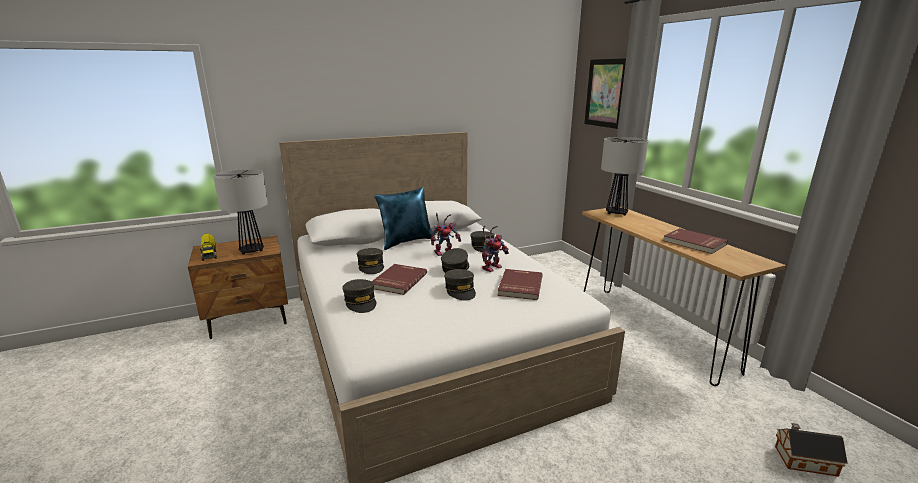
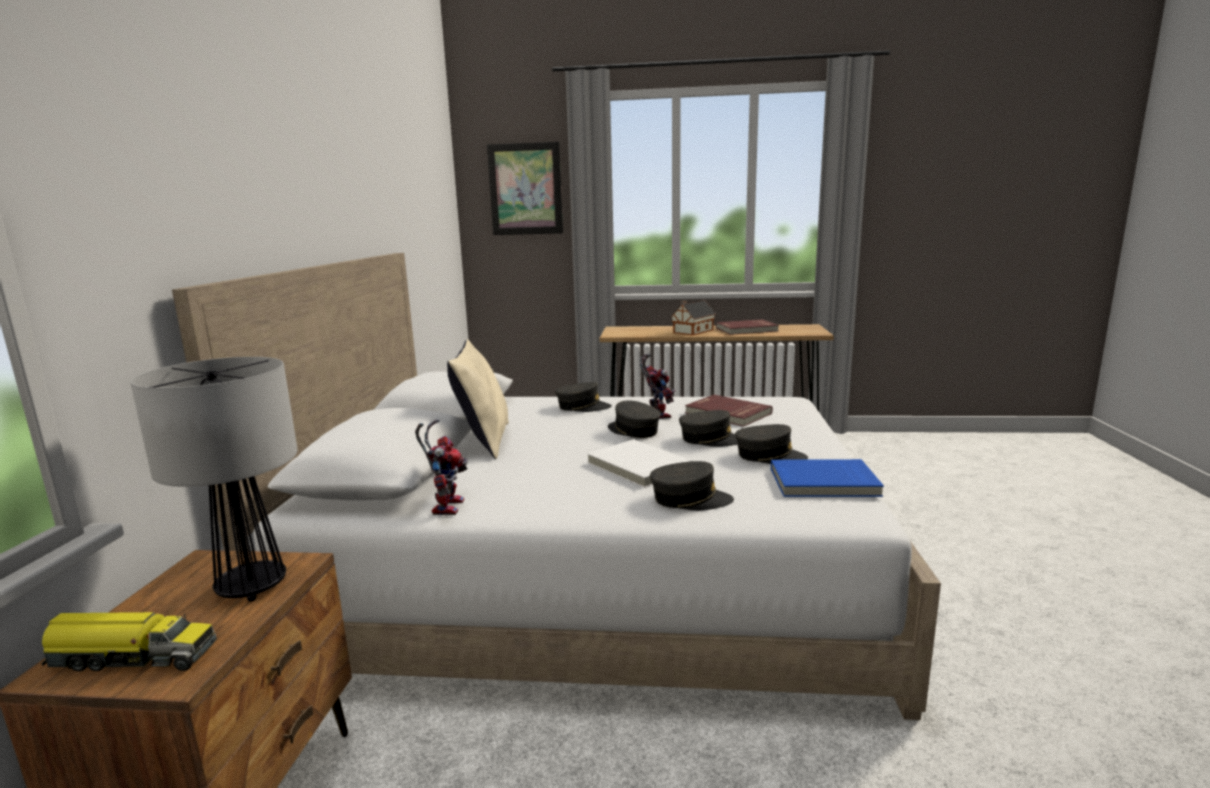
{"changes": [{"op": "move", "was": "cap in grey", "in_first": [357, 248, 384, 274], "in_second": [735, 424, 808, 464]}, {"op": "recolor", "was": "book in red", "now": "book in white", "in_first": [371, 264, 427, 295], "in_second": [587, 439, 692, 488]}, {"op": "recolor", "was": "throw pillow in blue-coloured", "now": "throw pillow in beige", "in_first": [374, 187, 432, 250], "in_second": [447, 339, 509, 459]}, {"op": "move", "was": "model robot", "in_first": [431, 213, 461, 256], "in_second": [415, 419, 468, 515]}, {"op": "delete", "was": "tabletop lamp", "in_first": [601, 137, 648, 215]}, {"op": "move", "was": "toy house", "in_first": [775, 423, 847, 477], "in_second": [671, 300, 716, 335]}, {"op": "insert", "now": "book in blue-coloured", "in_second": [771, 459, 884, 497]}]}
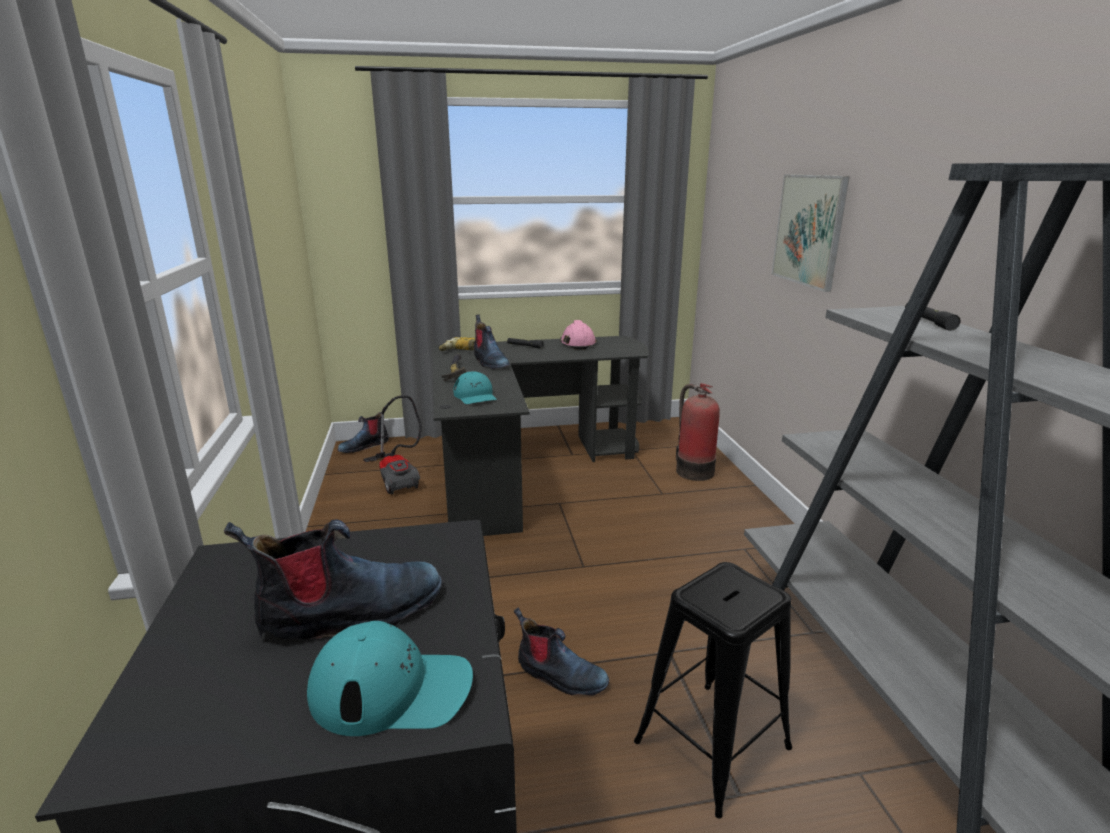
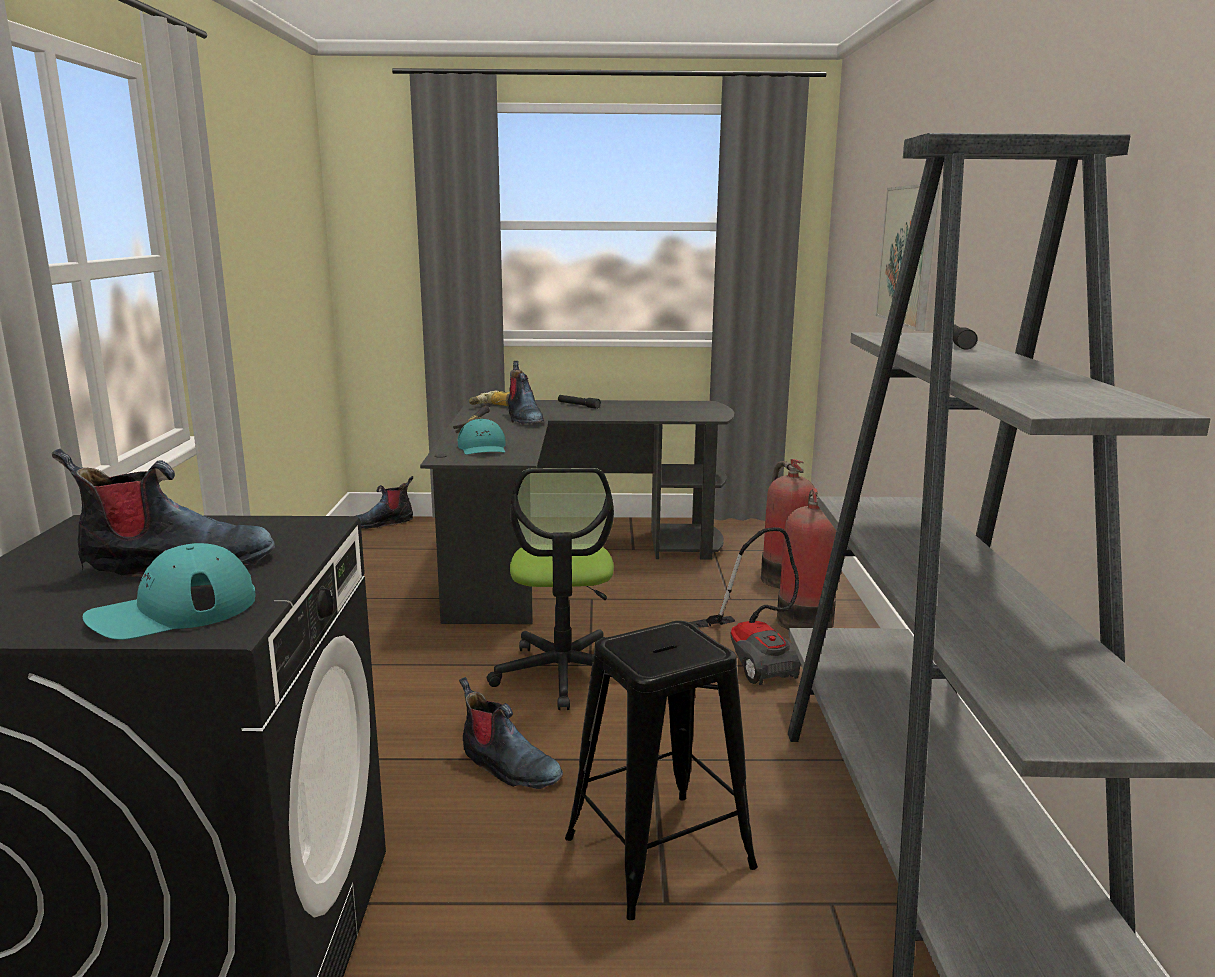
{"changes": [{"op": "rotate", "was": "cap in blue-green", "in_first": [307, 621, 473, 736], "in_second": [83, 543, 256, 640], "clockwise": 135}, {"op": "move", "was": "vacuum cleaner", "in_first": [364, 395, 422, 494], "in_second": [690, 527, 801, 685]}, {"op": "delete", "was": "hard hat in pink-coloured", "in_first": [560, 320, 597, 349]}, {"op": "insert", "now": "computer chair", "in_second": [486, 468, 614, 710]}, {"op": "insert", "now": "fire extinguisher", "in_second": [777, 488, 836, 630]}]}
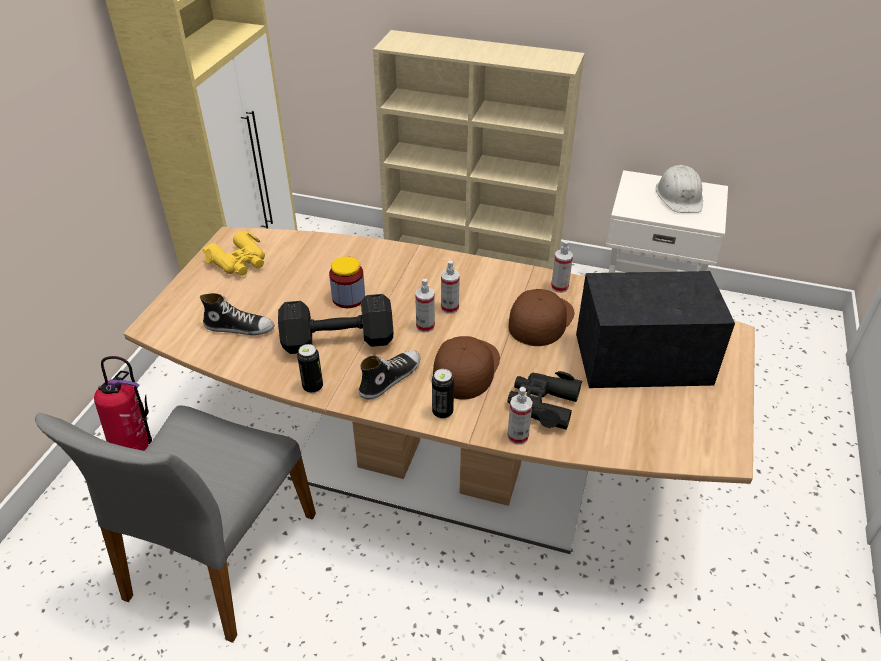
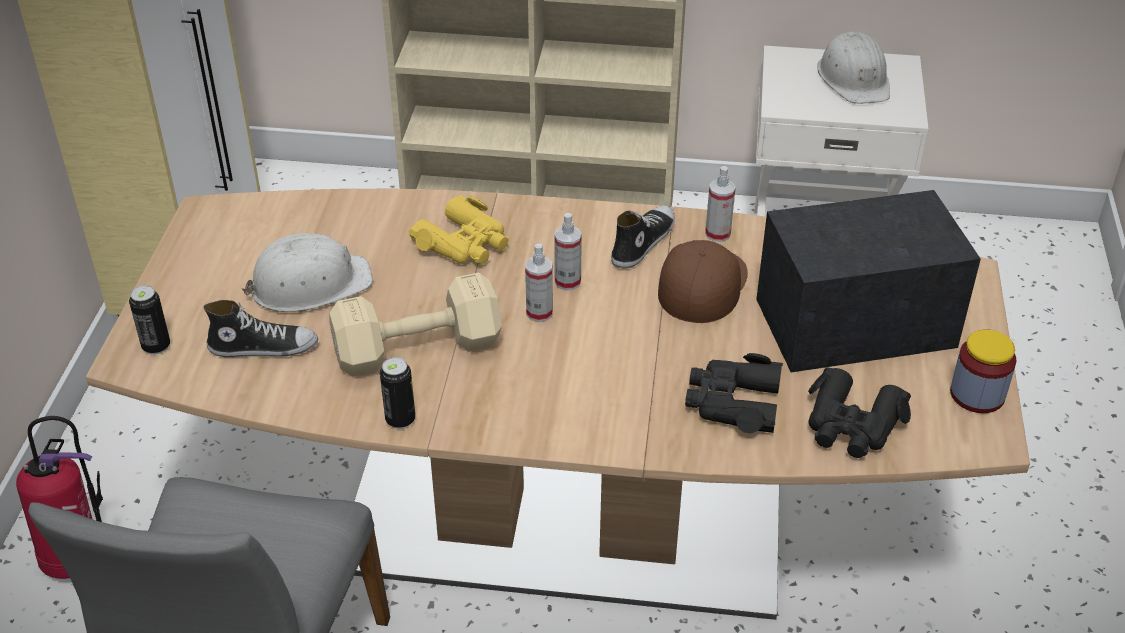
{"changes": [{"op": "move", "was": "field glasses in yellow", "in_first": [202, 231, 265, 276], "in_second": [409, 195, 509, 264]}, {"op": "recolor", "was": "hand weight in black", "now": "hand weight in beige", "in_first": [278, 294, 393, 354], "in_second": [329, 273, 502, 377]}, {"op": "move", "was": "jar", "in_first": [329, 256, 365, 308], "in_second": [950, 329, 1016, 413]}, {"op": "move", "was": "shoe", "in_first": [359, 350, 421, 399], "in_second": [611, 205, 675, 268]}, {"op": "move", "was": "can", "in_first": [432, 369, 454, 419], "in_second": [129, 285, 170, 355]}, {"op": "delete", "was": "cap in brown-coloured", "in_first": [433, 336, 500, 400]}, {"op": "delete", "was": "sprayer", "in_first": [507, 387, 533, 444]}, {"op": "insert", "now": "hard hat in white", "in_second": [241, 233, 373, 312]}, {"op": "insert", "now": "field glasses in black", "in_second": [808, 368, 911, 458]}]}
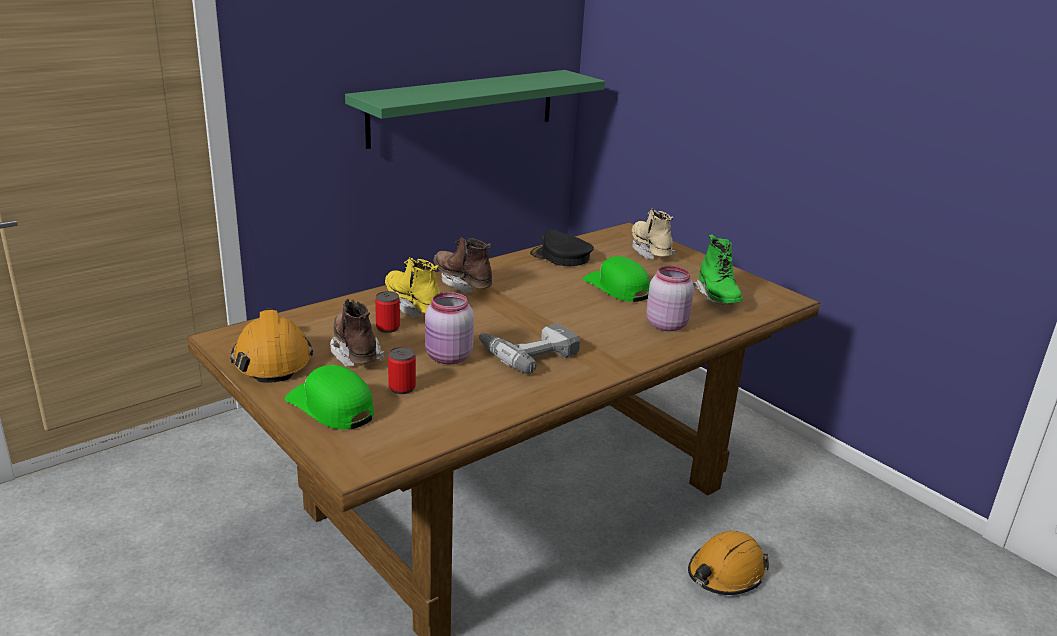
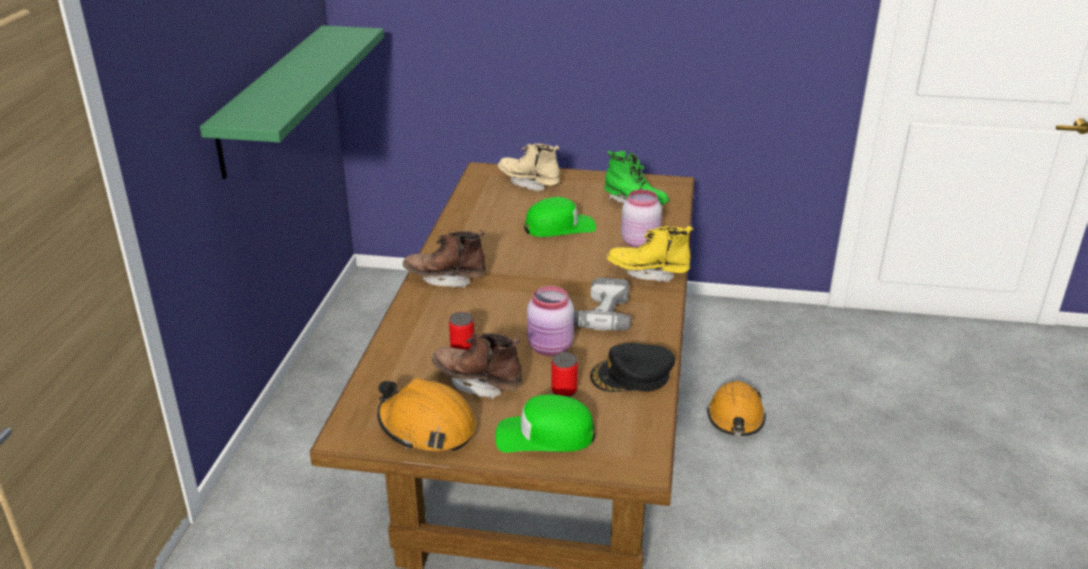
{"changes": [{"op": "move", "was": "boot in yellow", "in_first": [385, 257, 440, 318], "in_second": [607, 226, 693, 282]}, {"op": "move", "was": "cap in black", "in_first": [530, 229, 594, 266], "in_second": [590, 343, 675, 392]}, {"op": "rotate", "was": "cap in green-coloured", "in_first": [583, 256, 650, 302], "in_second": [524, 197, 596, 237], "clockwise": 150}]}
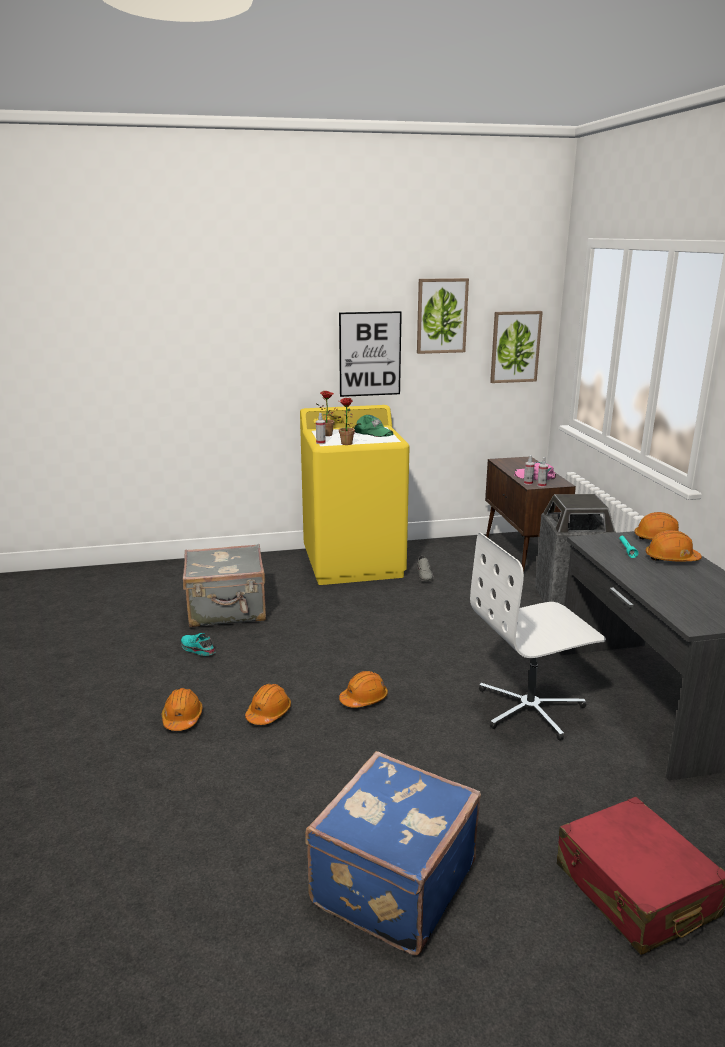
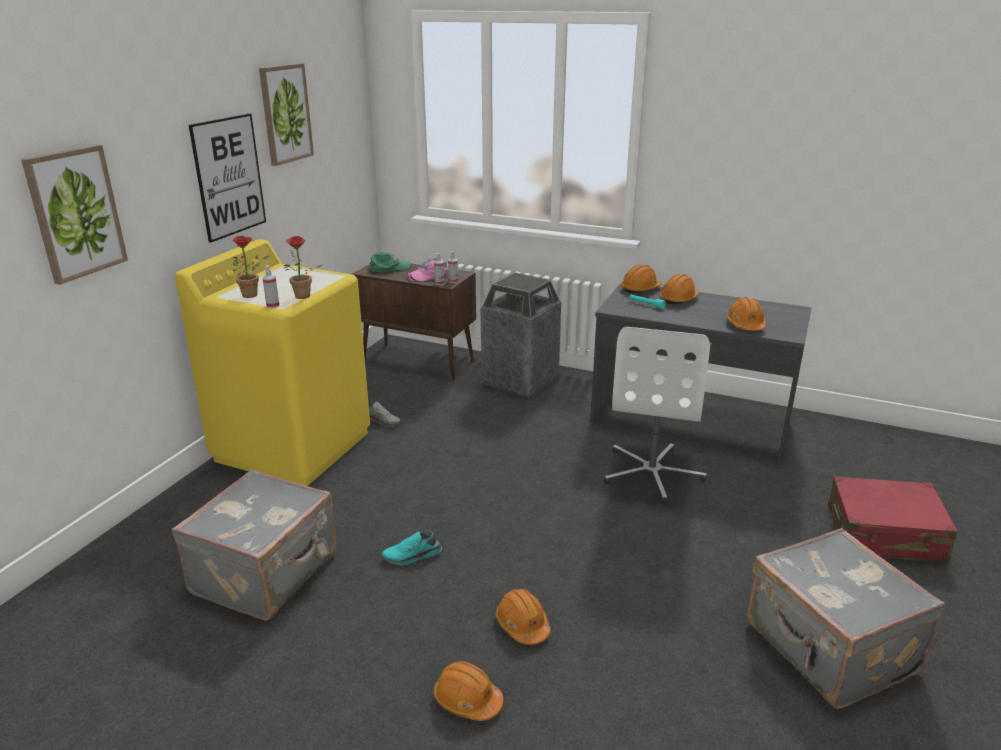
{"changes": [{"op": "move", "was": "shoe in blue-green", "in_first": [181, 633, 215, 656], "in_second": [382, 531, 442, 565]}, {"op": "recolor", "was": "suitcase in blue-coloured", "now": "suitcase in grey", "in_first": [305, 751, 481, 956], "in_second": [747, 528, 945, 709]}, {"op": "move", "was": "hard hat in orange-coloured", "in_first": [339, 671, 388, 708], "in_second": [726, 297, 766, 331]}, {"op": "move", "was": "cap in green-coloured", "in_first": [354, 415, 394, 437], "in_second": [369, 252, 411, 274]}, {"op": "move", "was": "wall picture", "in_first": [490, 311, 543, 383], "in_second": [21, 145, 128, 285]}]}
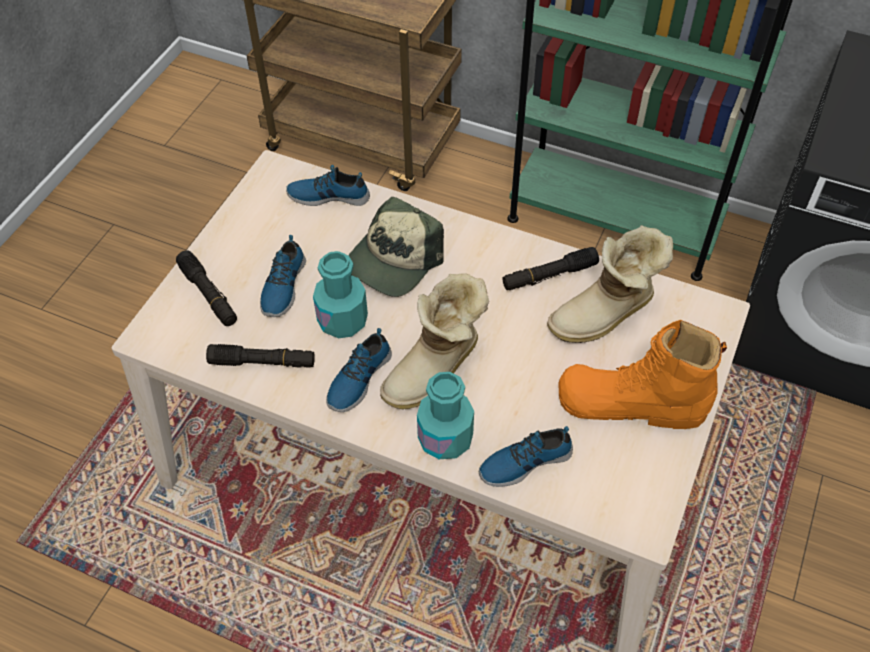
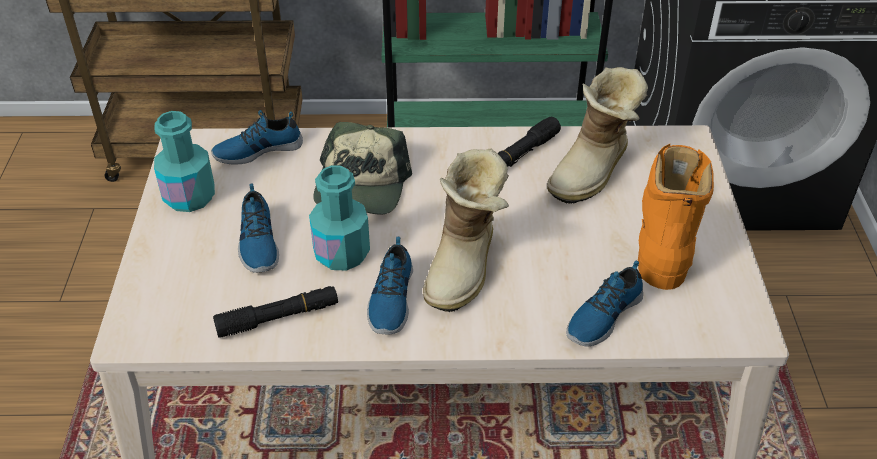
{"changes": [{"op": "delete", "was": "torch in black", "in_first": [176, 250, 237, 326]}, {"op": "move", "was": "beverage bottle in blue-green", "in_first": [417, 372, 474, 459], "in_second": [154, 111, 215, 212]}, {"op": "rotate", "was": "boot in orange-coloured", "in_first": [559, 320, 727, 429], "in_second": [638, 144, 714, 290], "clockwise": 120}]}
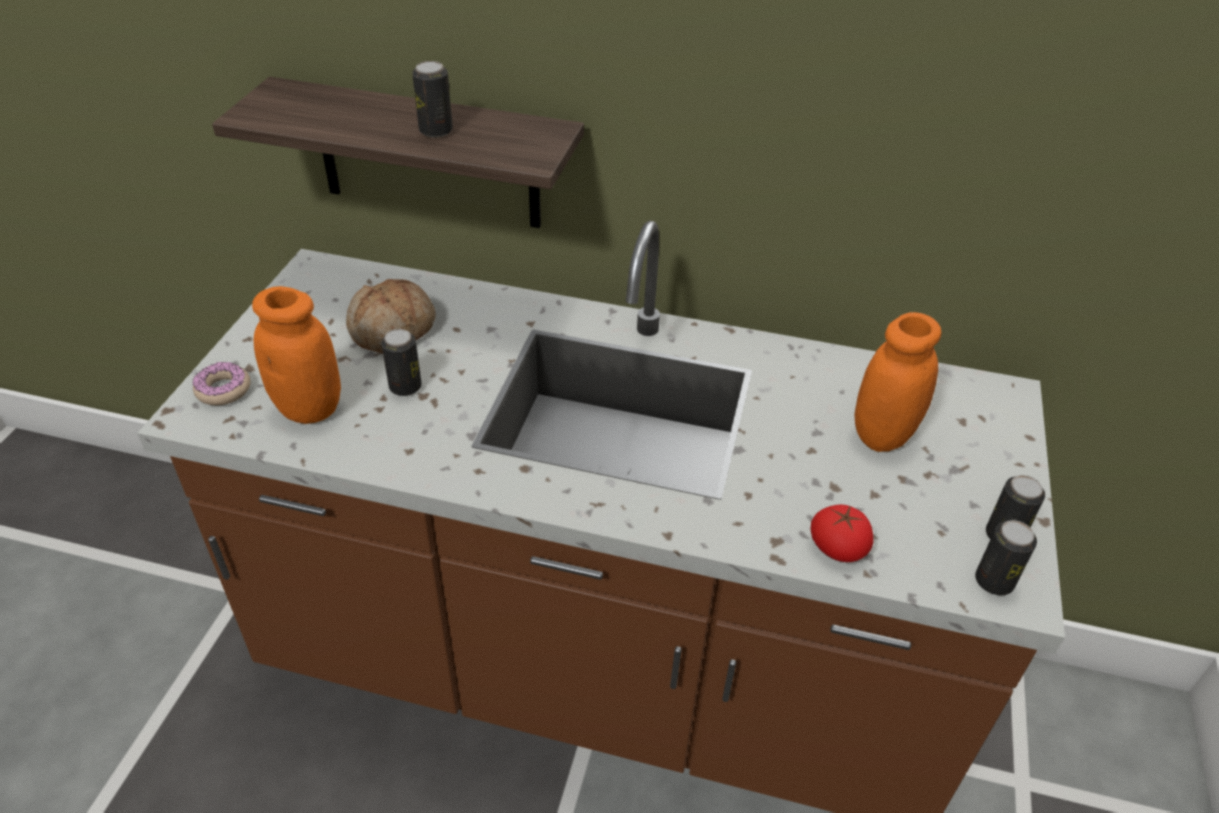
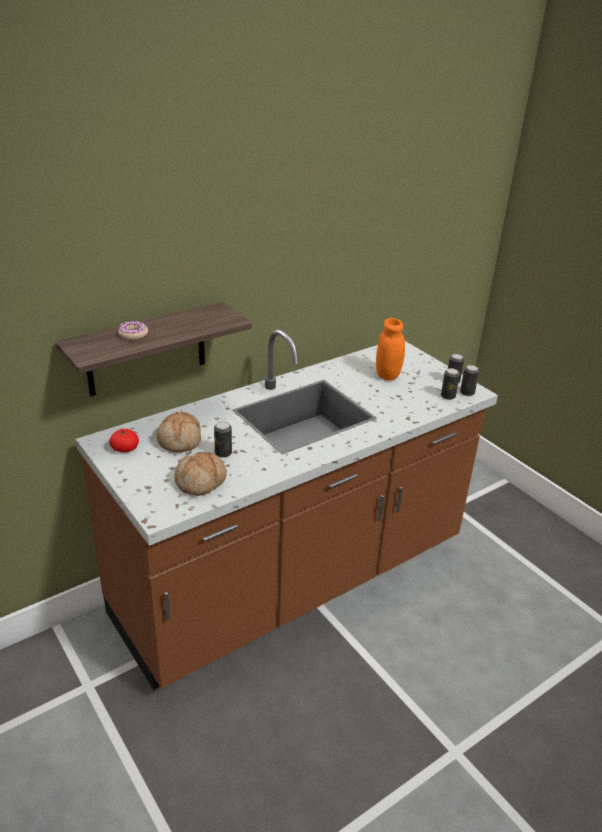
{"changes": [{"op": "move", "was": "donut", "in_first": [192, 362, 251, 405], "in_second": [118, 321, 148, 340]}, {"op": "replace", "was": "jar in orange-coloured", "now": "bakery bread", "in_first": [252, 286, 341, 424], "in_second": [175, 452, 227, 496]}, {"op": "move", "was": "can", "in_first": [412, 61, 453, 138], "in_second": [441, 368, 460, 400]}, {"op": "move", "was": "whole tomato", "in_first": [810, 504, 873, 562], "in_second": [109, 429, 139, 453]}]}
